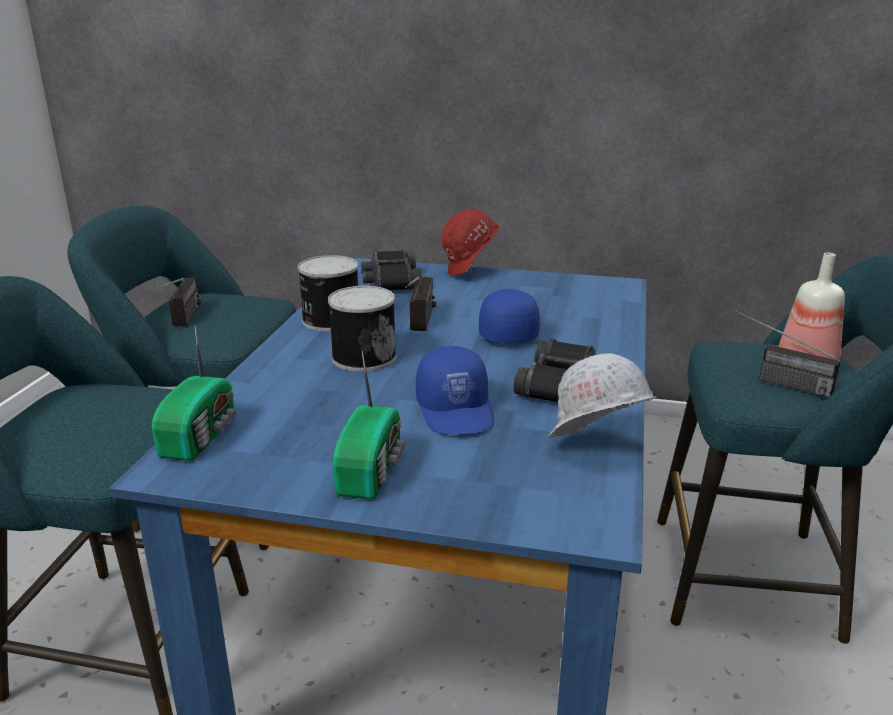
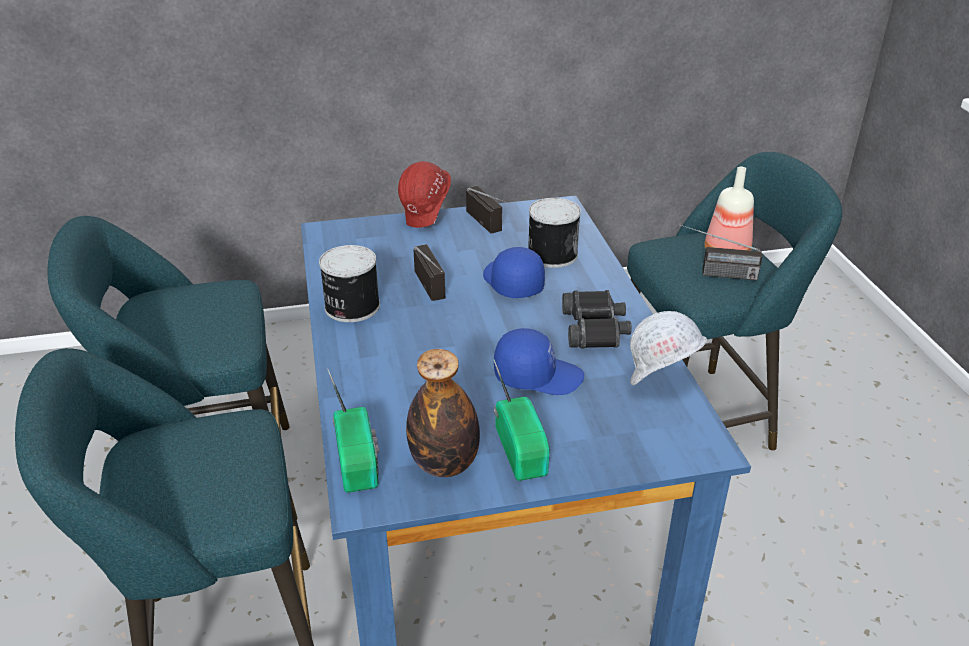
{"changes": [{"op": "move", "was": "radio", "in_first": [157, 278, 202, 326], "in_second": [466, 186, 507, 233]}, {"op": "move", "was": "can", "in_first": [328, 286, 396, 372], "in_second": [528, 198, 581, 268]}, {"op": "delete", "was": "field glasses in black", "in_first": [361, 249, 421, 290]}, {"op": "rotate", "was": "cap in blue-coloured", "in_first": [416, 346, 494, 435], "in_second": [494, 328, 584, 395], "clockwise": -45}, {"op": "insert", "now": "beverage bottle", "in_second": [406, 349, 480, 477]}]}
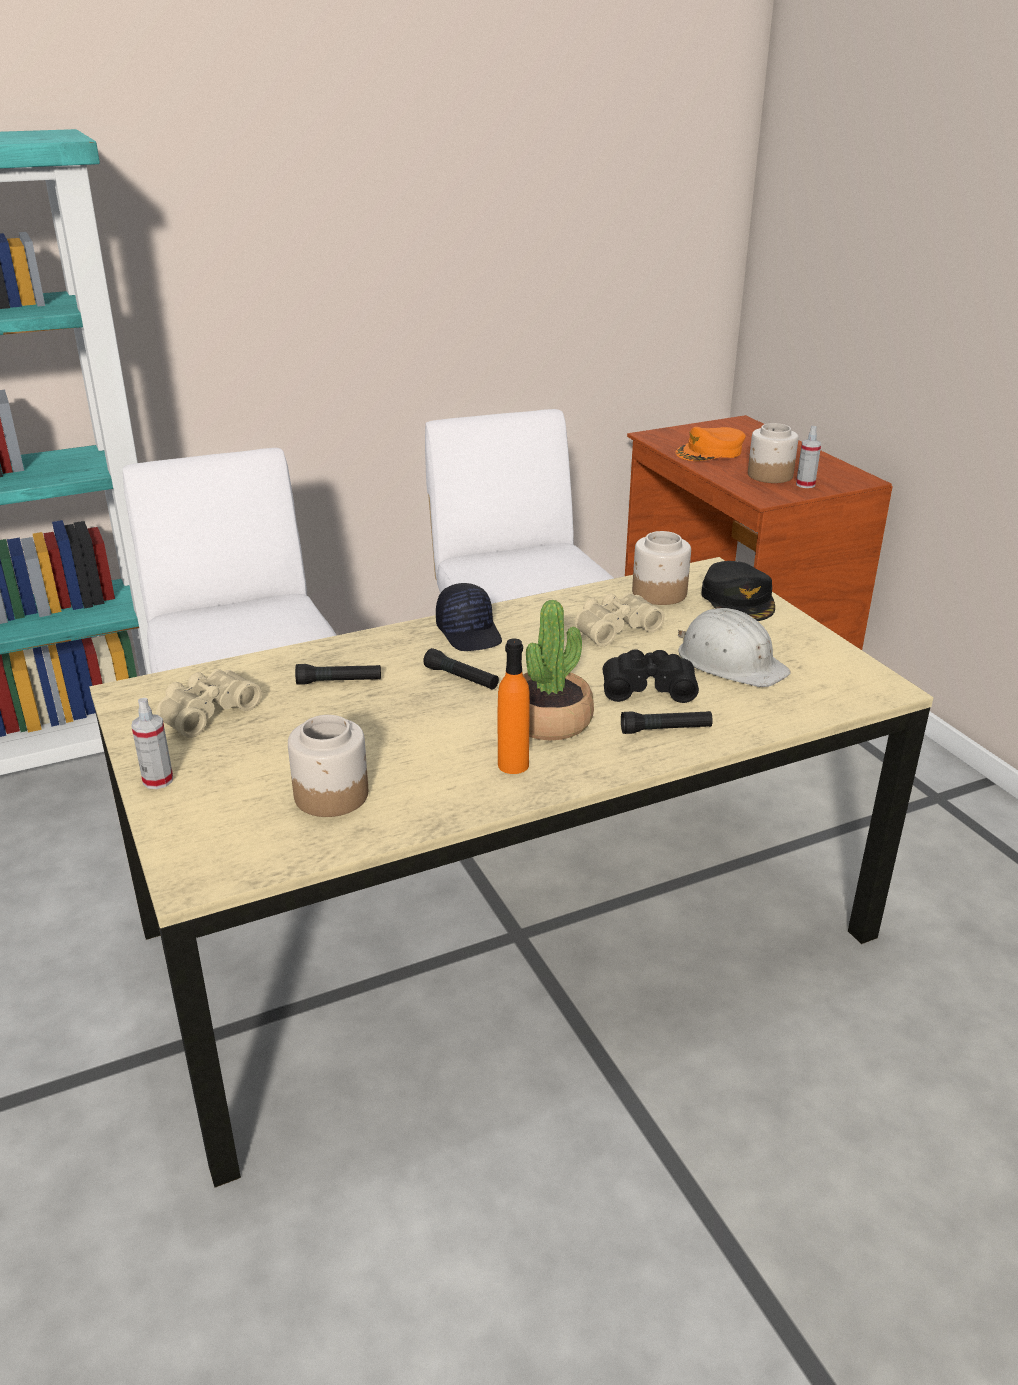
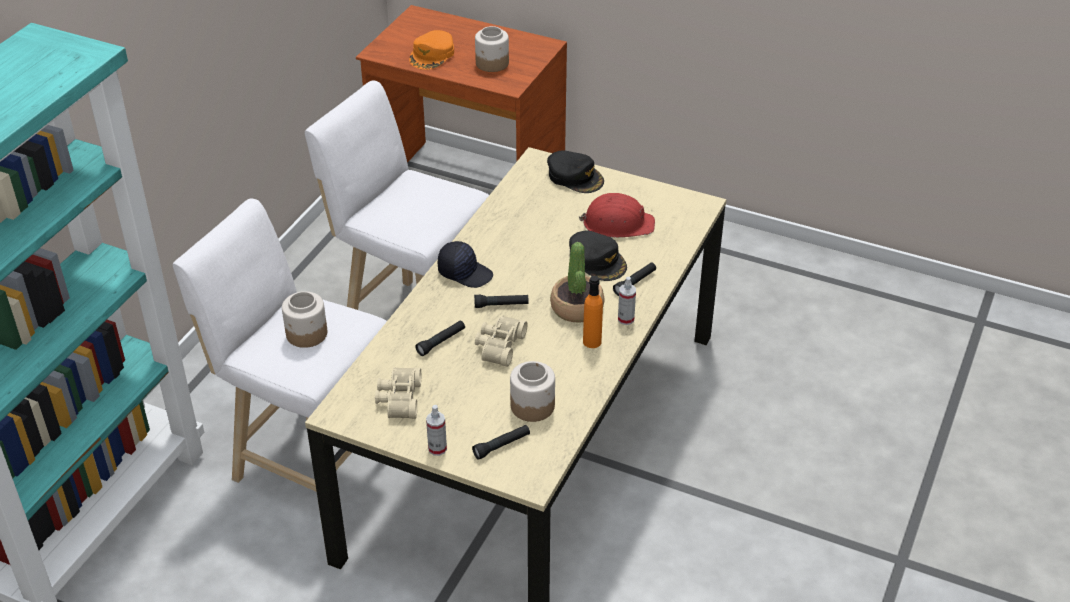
{"changes": [{"op": "move", "was": "field glasses in beige", "in_first": [575, 593, 665, 646], "in_second": [475, 315, 528, 367]}, {"op": "replace", "was": "field glasses in black", "now": "cap in black", "in_first": [603, 649, 699, 703], "in_second": [569, 230, 627, 281]}, {"op": "move", "was": "jar", "in_first": [632, 531, 691, 605], "in_second": [282, 291, 327, 348]}, {"op": "recolor", "was": "hard hat in white", "now": "hard hat in red", "in_first": [678, 608, 791, 687], "in_second": [579, 193, 655, 237]}, {"op": "move", "was": "sprayer", "in_first": [796, 426, 821, 488], "in_second": [618, 277, 636, 325]}, {"op": "insert", "now": "torch in black", "in_second": [472, 425, 530, 460]}]}
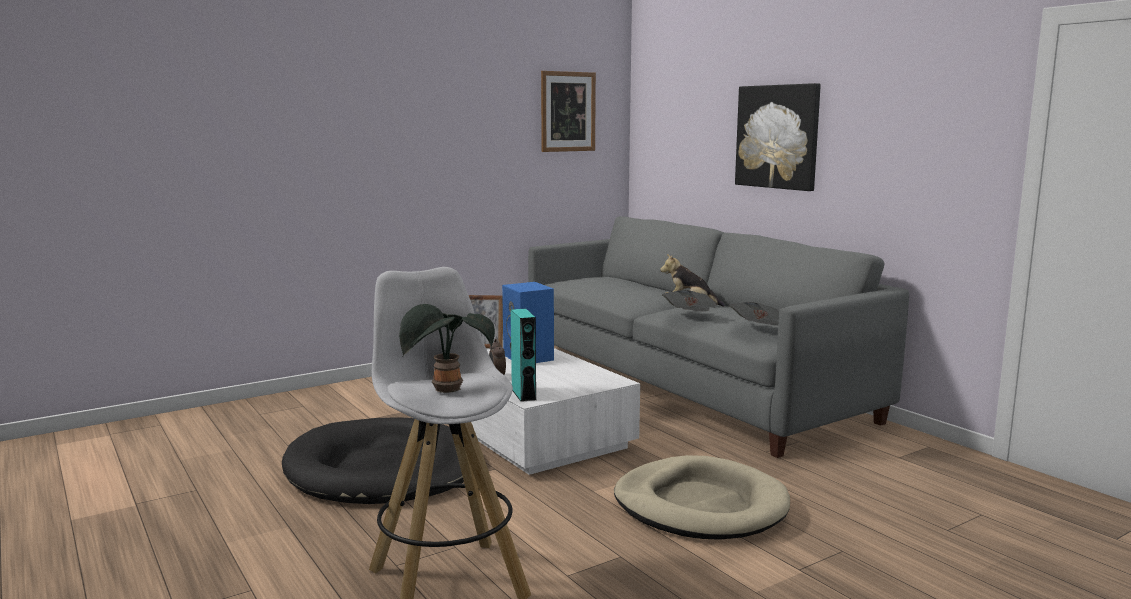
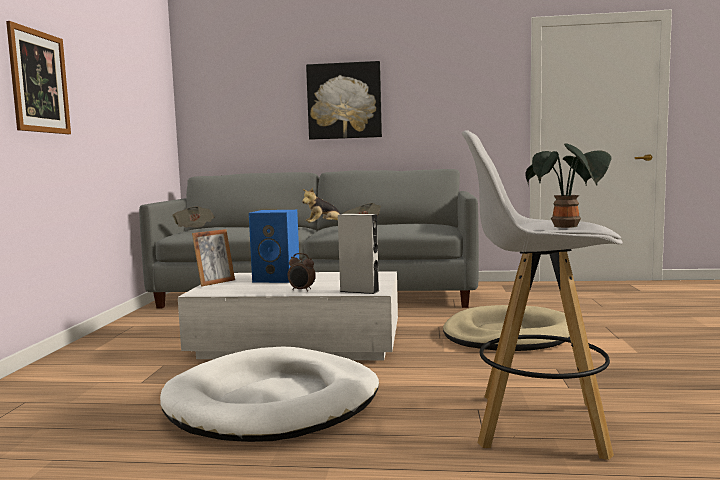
{"changes": [{"op": "recolor", "was": "dog bed in black", "now": "dog bed in white", "in_first": [282, 417, 464, 504], "in_second": [160, 347, 379, 442]}, {"op": "recolor", "was": "speaker in blue-green", "now": "speaker in grey", "in_first": [511, 309, 536, 402], "in_second": [338, 214, 379, 294]}, {"op": "move", "was": "wall picture", "in_first": [541, 71, 596, 152], "in_second": [6, 21, 71, 134]}, {"op": "move", "was": "newspaper", "in_first": [729, 302, 779, 325], "in_second": [172, 206, 215, 228]}]}
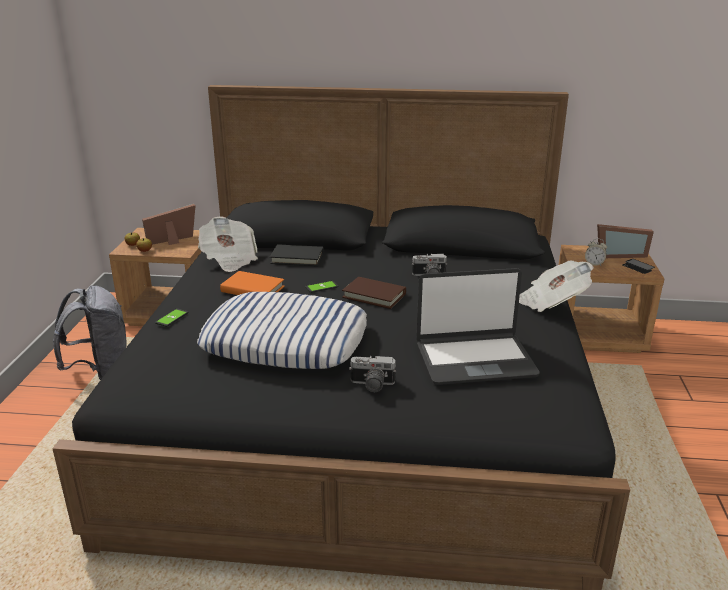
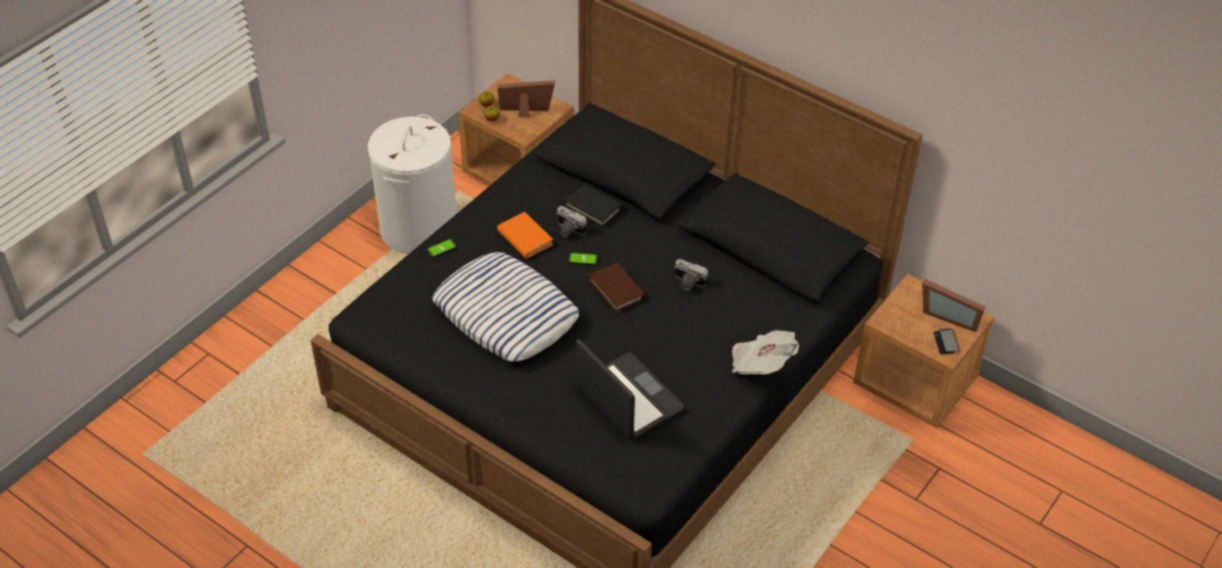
{"changes": [{"op": "replace", "was": "rucksack in grey", "now": "laundry basket in white", "in_first": [53, 285, 127, 380], "in_second": [368, 114, 457, 255]}, {"op": "delete", "was": "newspaper", "in_first": [198, 217, 258, 272]}, {"op": "move", "was": "photo camera", "in_first": [349, 356, 396, 392], "in_second": [556, 206, 587, 237]}, {"op": "rotate", "was": "notebook computer", "in_first": [417, 268, 540, 385], "in_second": [576, 339, 684, 439], "clockwise": -150}, {"op": "delete", "was": "table clock", "in_first": [585, 239, 607, 267]}]}
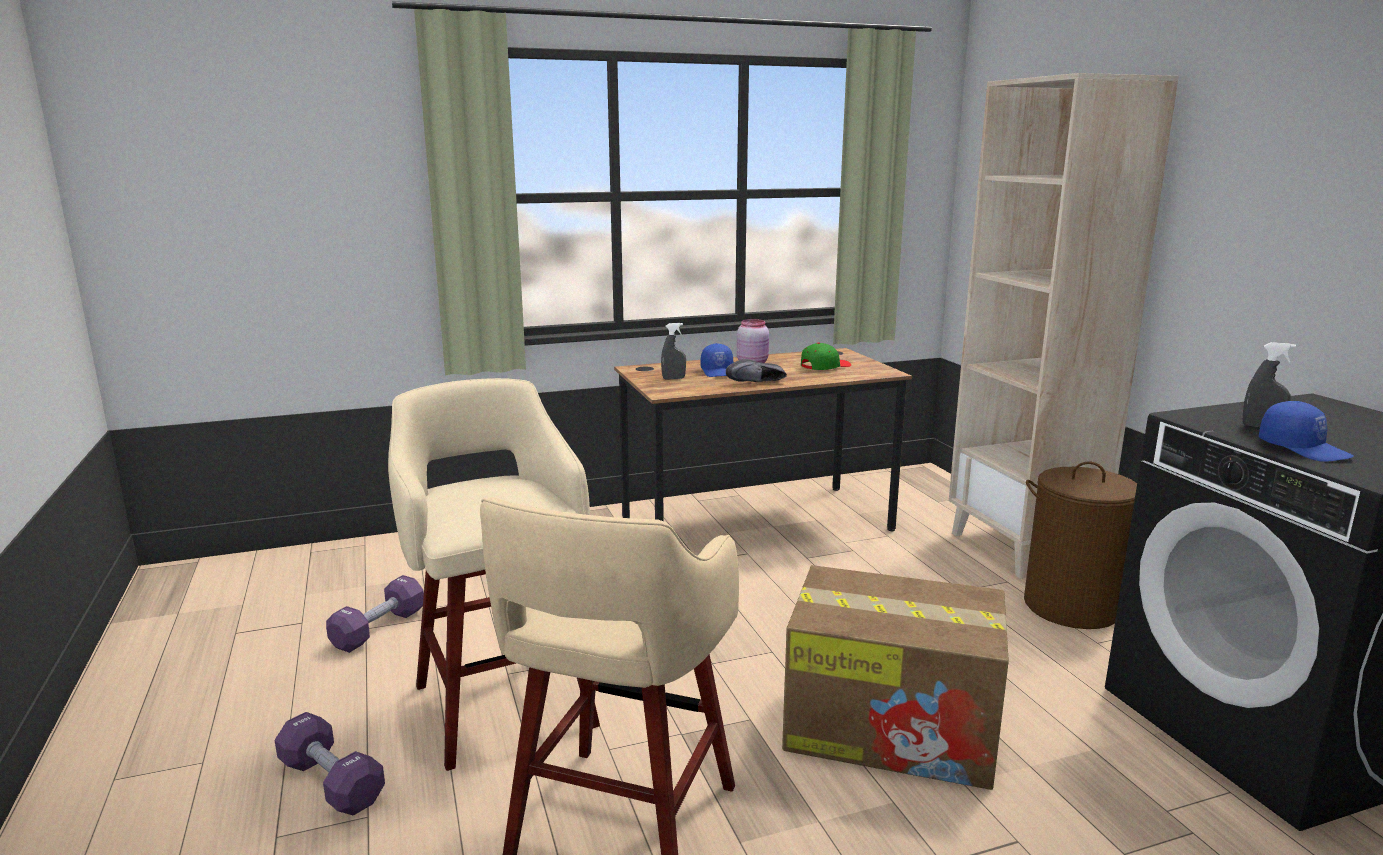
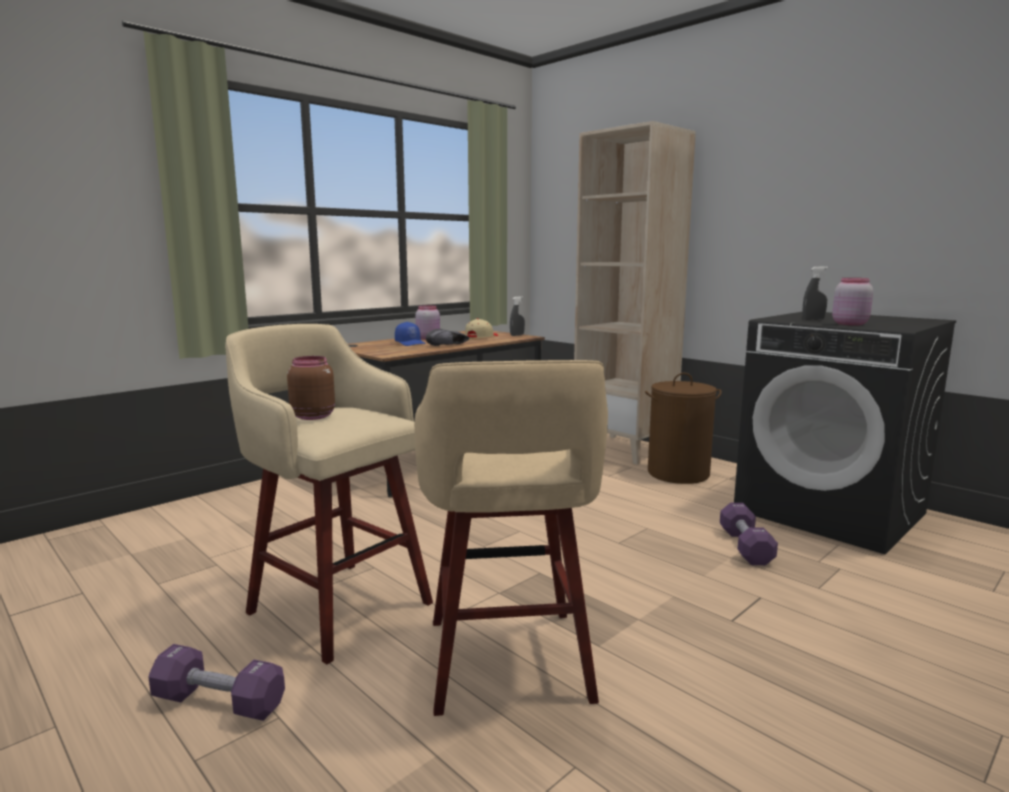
{"changes": [{"op": "move", "was": "hand weight in purple-coloured", "in_first": [326, 575, 424, 653], "in_second": [720, 503, 778, 565]}, {"op": "move", "was": "sprayer in grey", "in_first": [661, 323, 686, 379], "in_second": [510, 296, 525, 336]}, {"op": "delete", "was": "cardboard box", "in_first": [782, 565, 1009, 790]}, {"op": "recolor", "was": "cap in green-coloured", "now": "cap in beige", "in_first": [801, 343, 851, 370], "in_second": [465, 318, 499, 338]}, {"op": "replace", "was": "cap in blue-coloured", "now": "jar in pink-coloured", "in_first": [1259, 401, 1354, 462], "in_second": [832, 278, 873, 326]}, {"op": "insert", "now": "jar in brown-coloured", "in_second": [287, 356, 335, 420]}]}
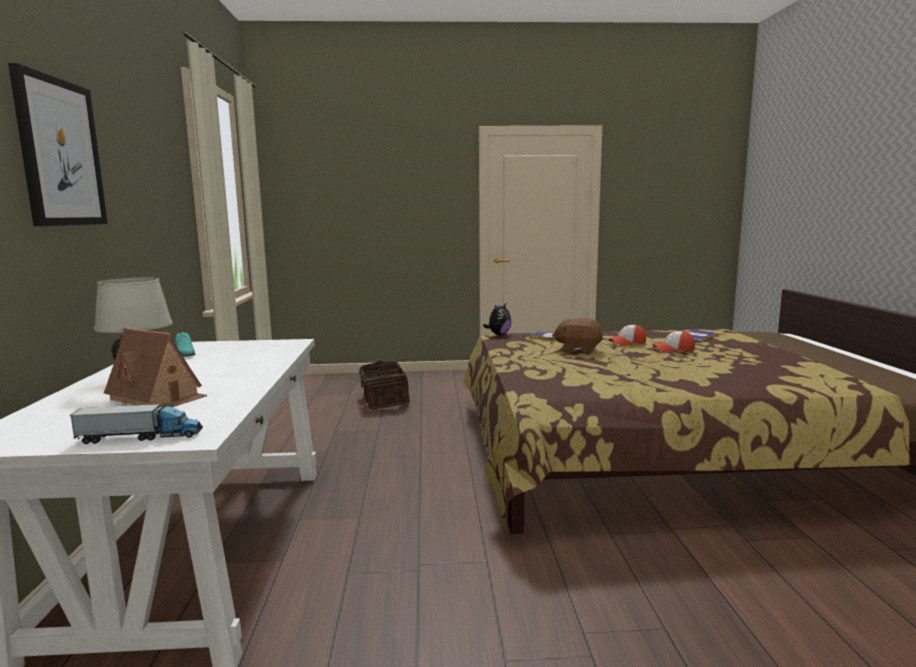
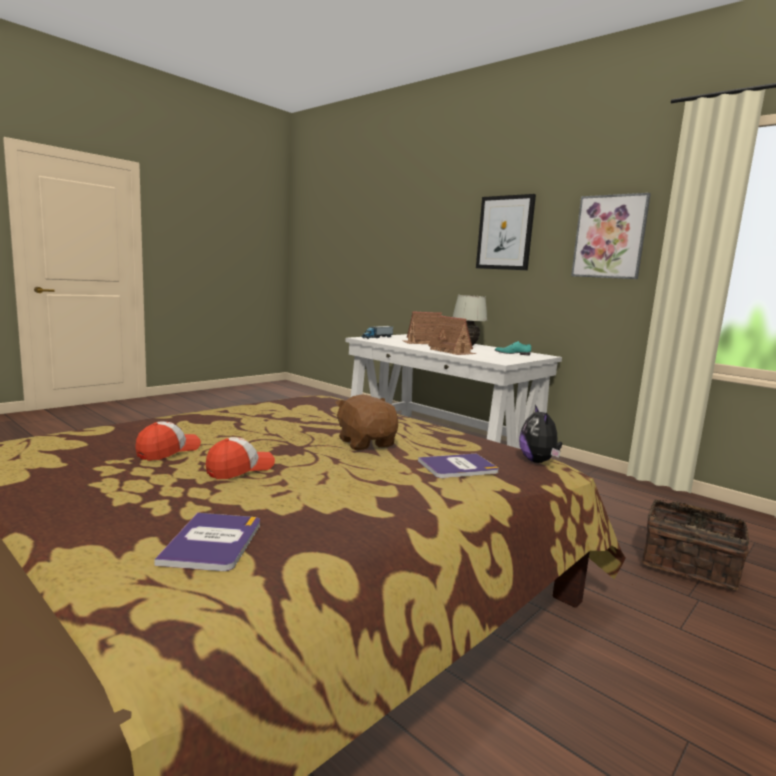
{"changes": [{"op": "rotate", "was": "cuddly toy in brown-coloured", "in_first": [552, 318, 603, 354], "in_second": [335, 394, 398, 450], "clockwise": -90}, {"op": "move", "was": "cap", "in_first": [609, 324, 646, 346], "in_second": [135, 421, 201, 461]}, {"op": "insert", "now": "toy house", "in_second": [428, 315, 476, 355]}, {"op": "insert", "now": "wall picture", "in_second": [571, 193, 651, 279]}]}
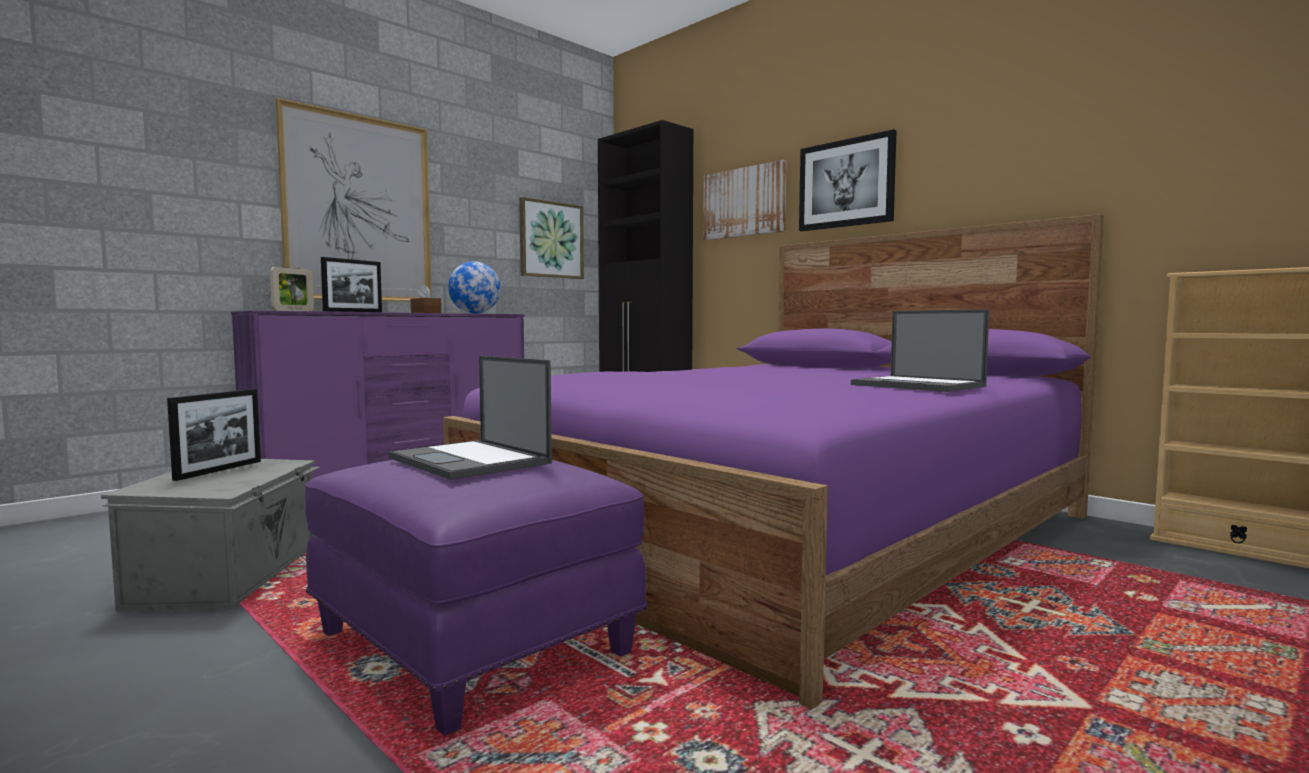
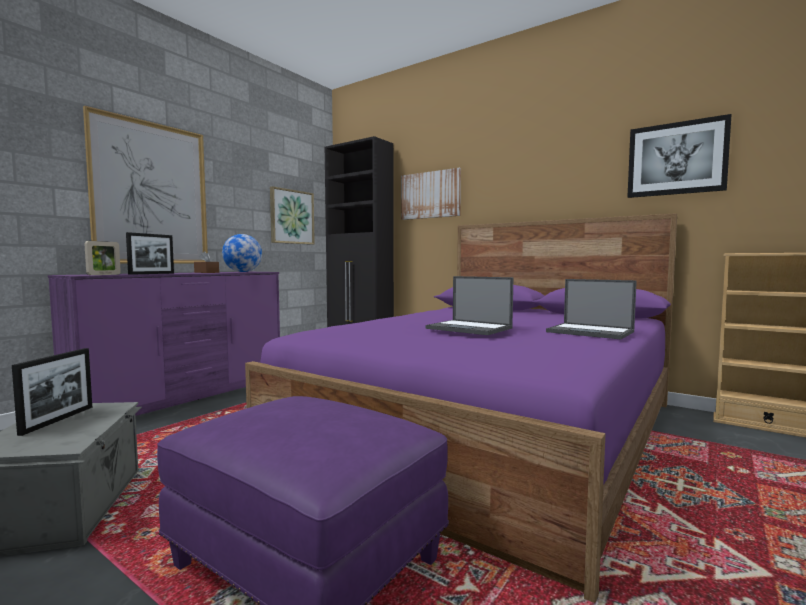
{"changes": [{"op": "move", "was": "notebook computer", "in_first": [388, 356, 552, 480], "in_second": [426, 276, 514, 335]}, {"op": "move", "was": "wall picture", "in_first": [799, 129, 897, 231], "in_second": [628, 114, 732, 198]}]}
